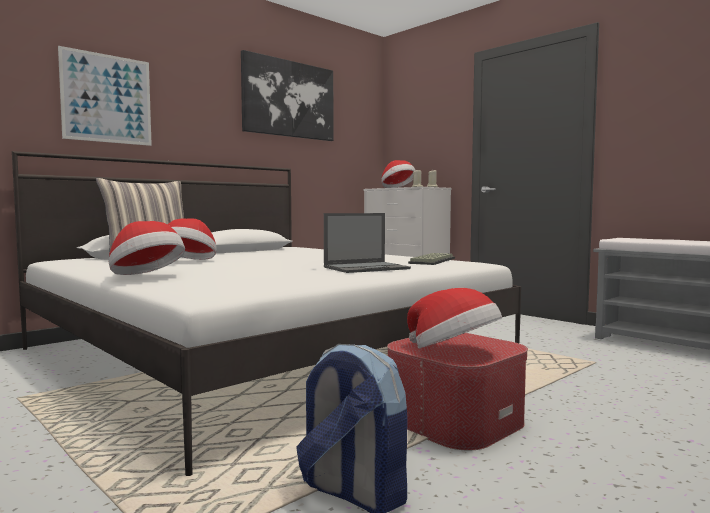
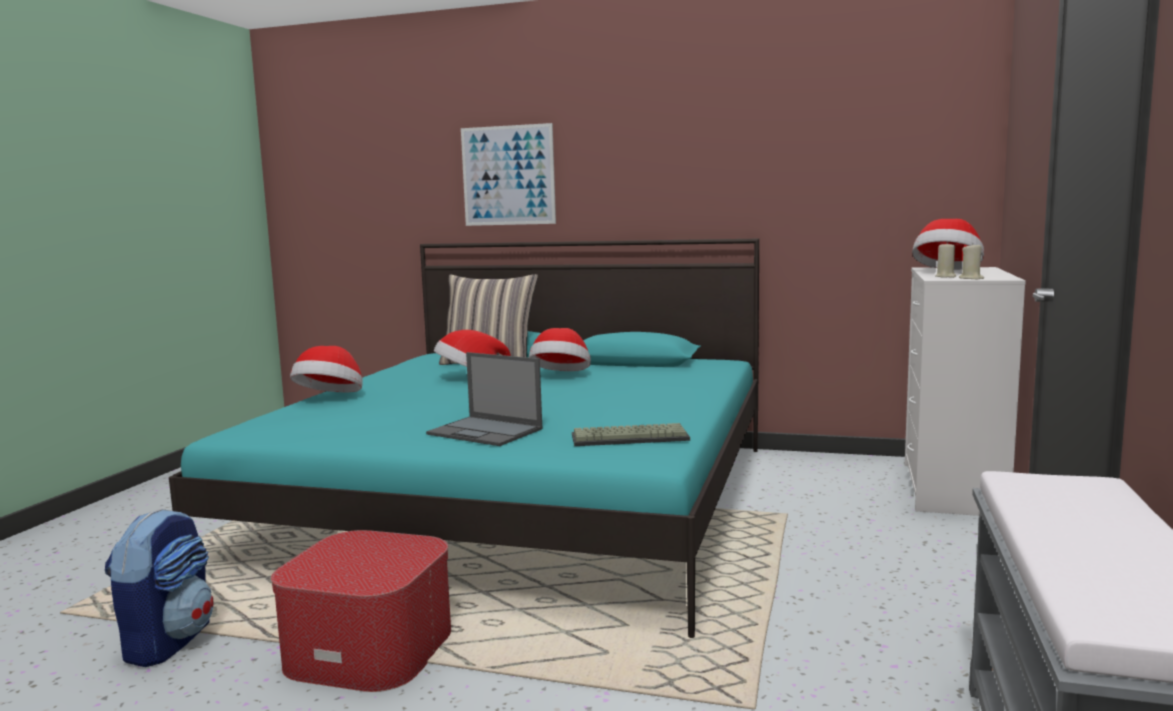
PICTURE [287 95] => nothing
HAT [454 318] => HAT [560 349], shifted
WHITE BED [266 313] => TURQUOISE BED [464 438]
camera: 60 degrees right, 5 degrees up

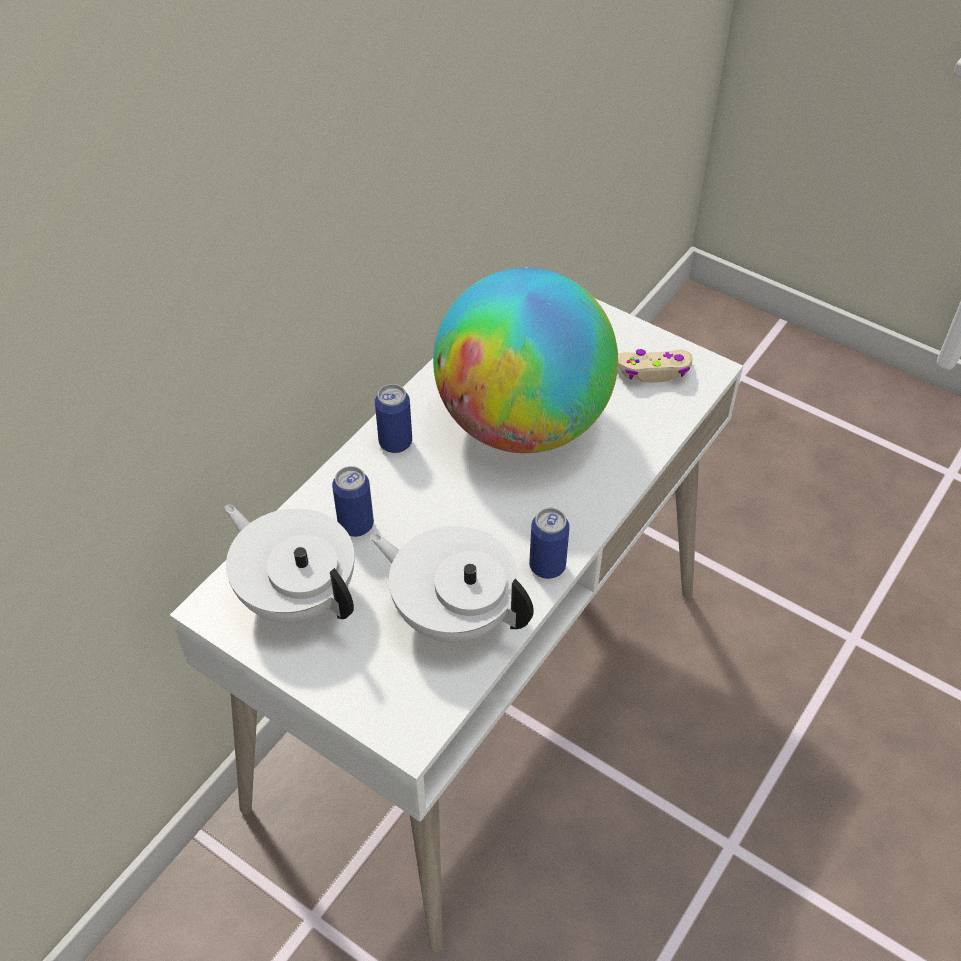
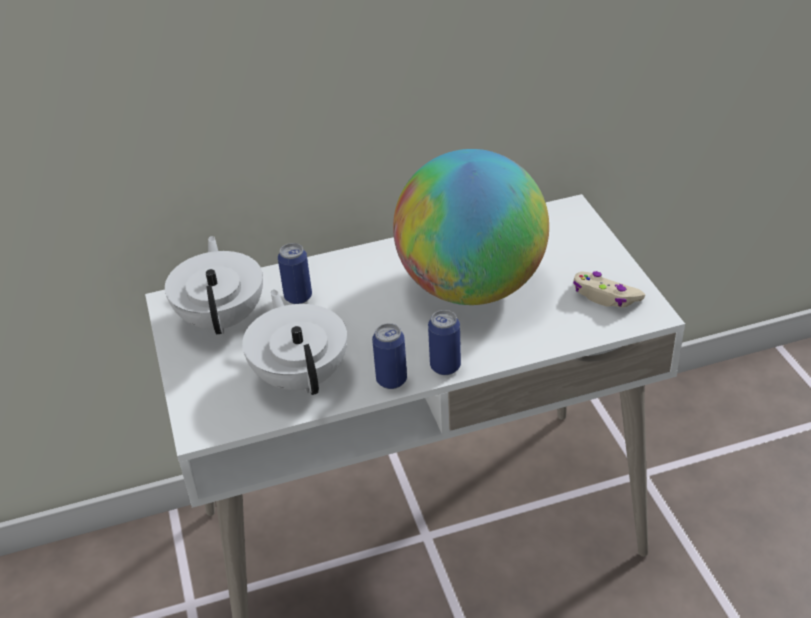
CAN [393 418] => CAN [444 342], shifted
camera: 40 degrees right, 10 degrees down

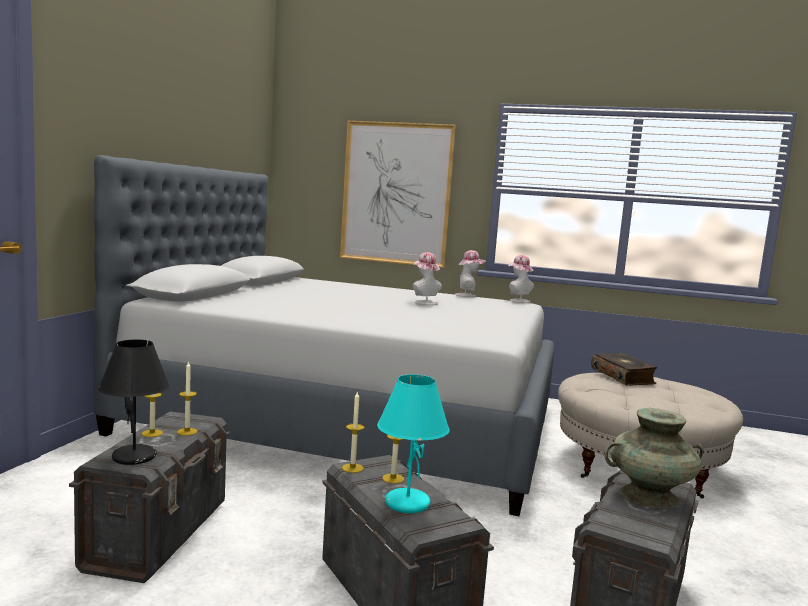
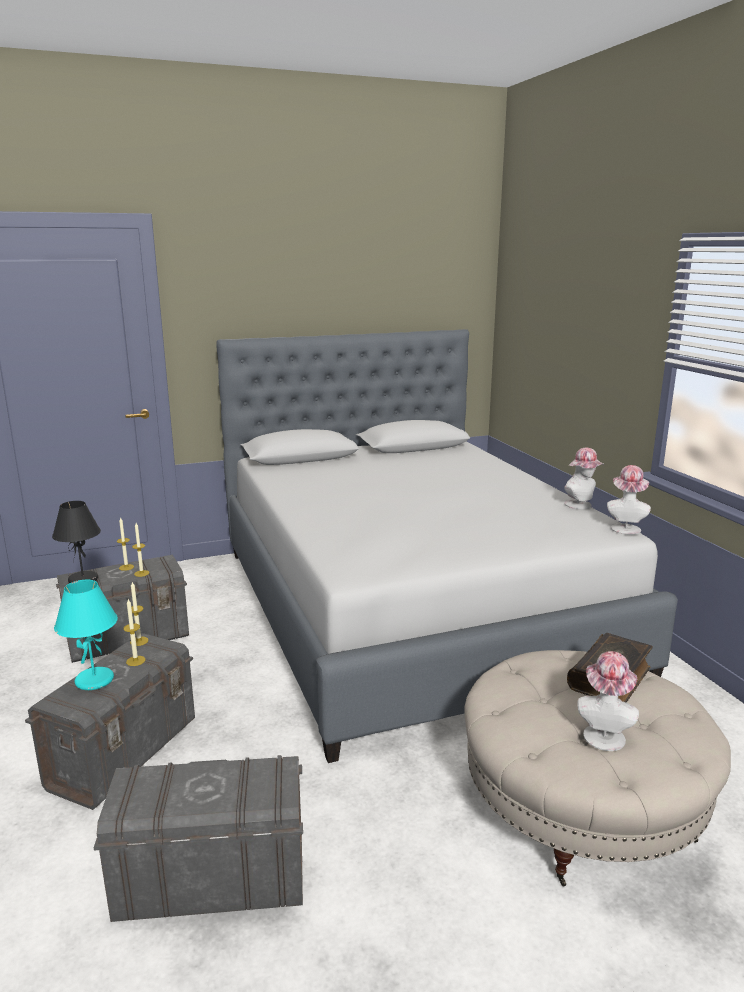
PICTURE [398 194] => nothing
TURQUOISE VASE [654 458] => nothing
HAT [427 278] => HAT [608 701], shifted
camera: 55 degrees right, 10 degrees up

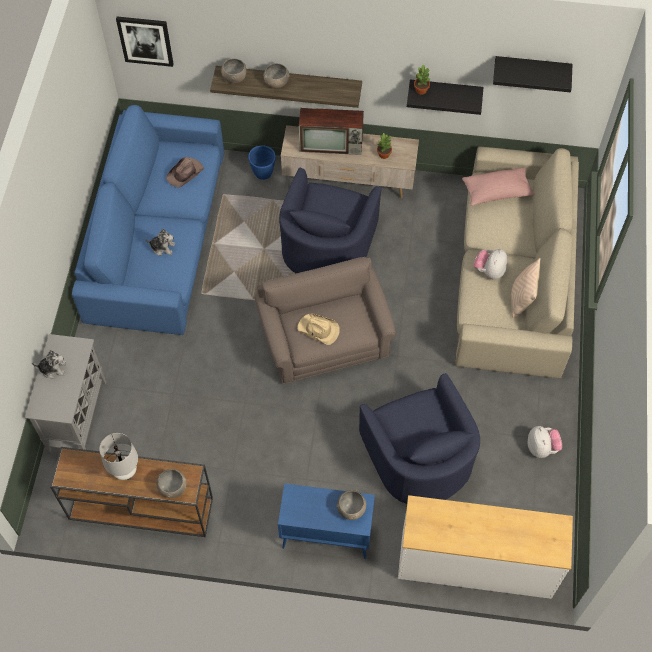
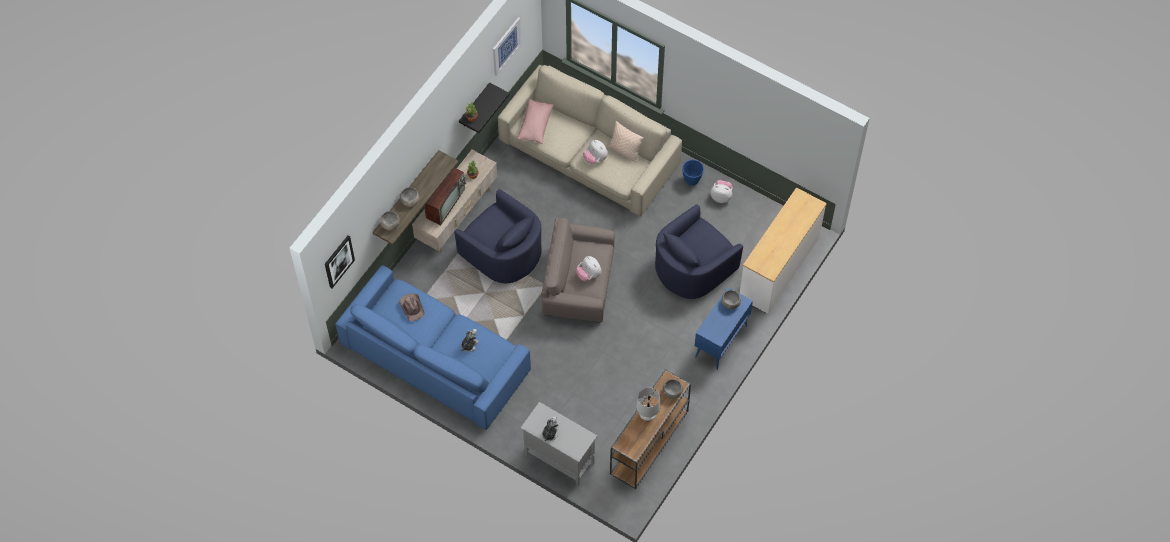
BLUE PLANTER [262 162] => BLUE PLANTER [693 172], shifted
BEIGE HAT [318 329] => PLUSH TOY [589 268]
BLACK SHELF [533 74] => PICTURE [507 46]
BLUE ARMCHAIR [419 438] => BLUE ARMCHAIR [699 251], 135 degrees clockwise
camera: 65 degrees left, 0 degrees up

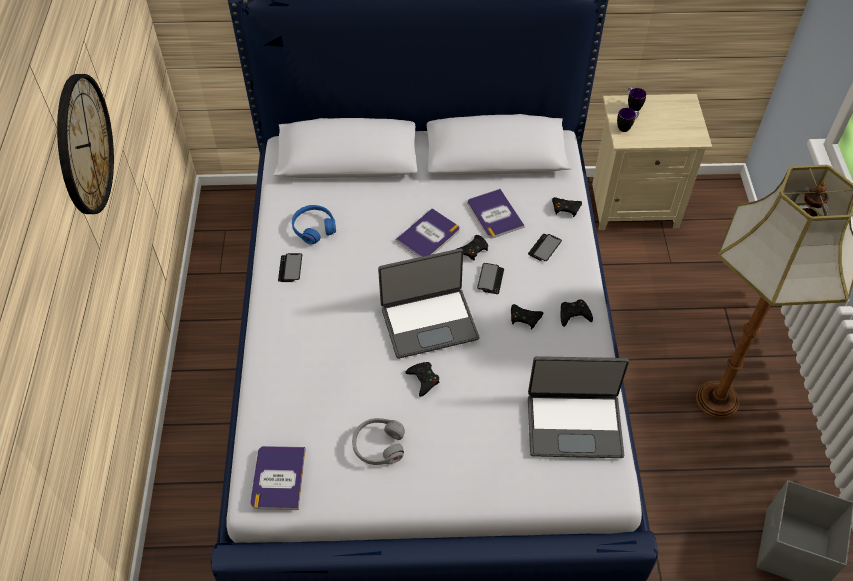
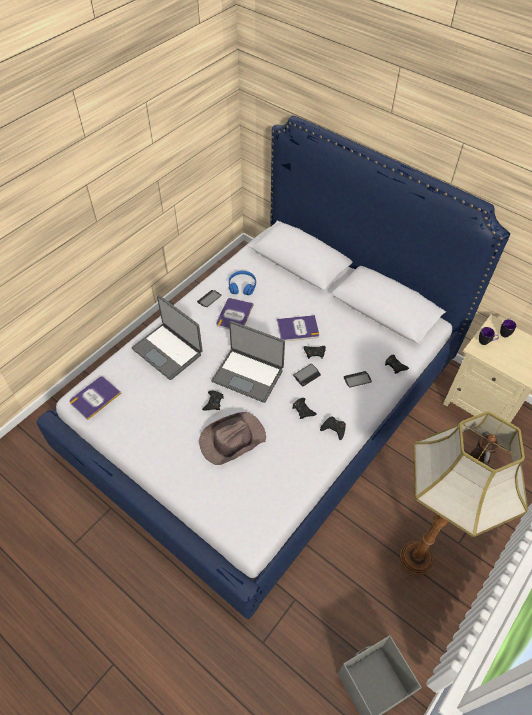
WALL CLOCK [85 144] => nothing
GREY HEADPHONES [378 441] => nothing
nothing => BROWN HAT [232 438]
BOOK [496 214] => BOOK [235 314], shifted
LAPTOP [578 407] => LAPTOP [167 337], shifted
camera: 40 degrees right, 0 degrees up

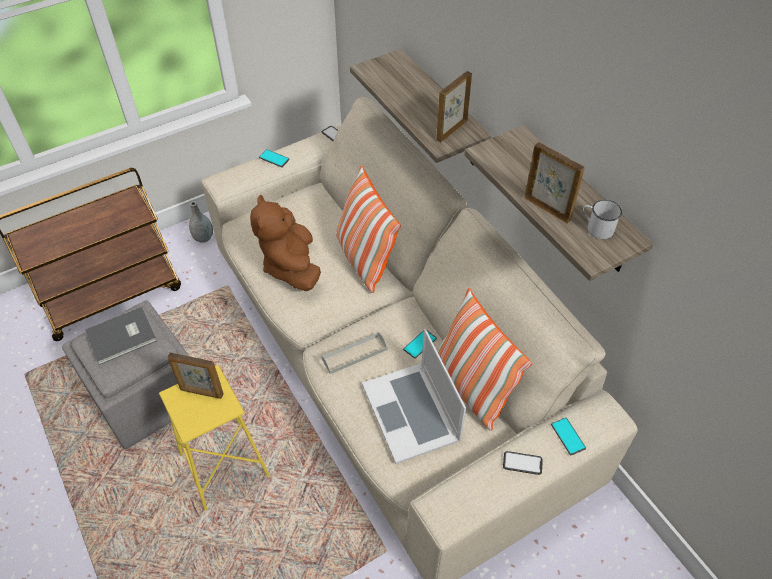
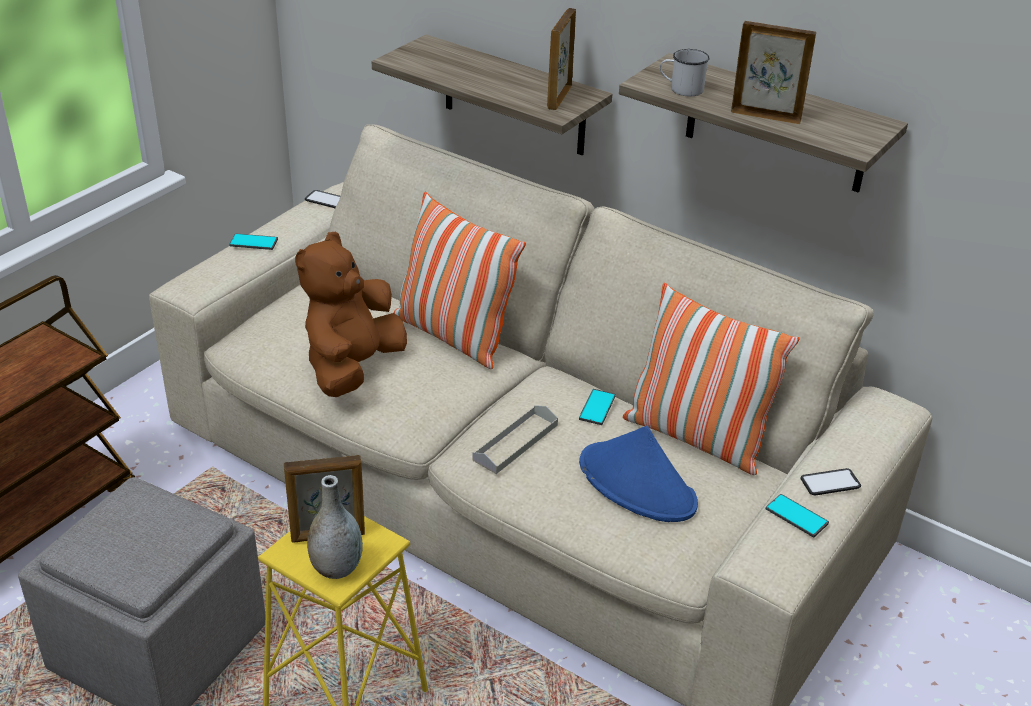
GREY BOOK [121 336] => nothing
GREY VASE [201 222] => GREY VASE [335 527], shifted
PHONE [568 437] => PHONE [797 515], shifted
WHITE MUG [602 219] => WHITE MUG [685 72], shifted
LAPTOP [414 396] => BLUE HAT [638 474]
BROWN PLUSH TOY [285 243] => BROWN PLUSH TOY [351 314], 60 degrees clockwise
camera: 25 degrees left, 15 degrees down

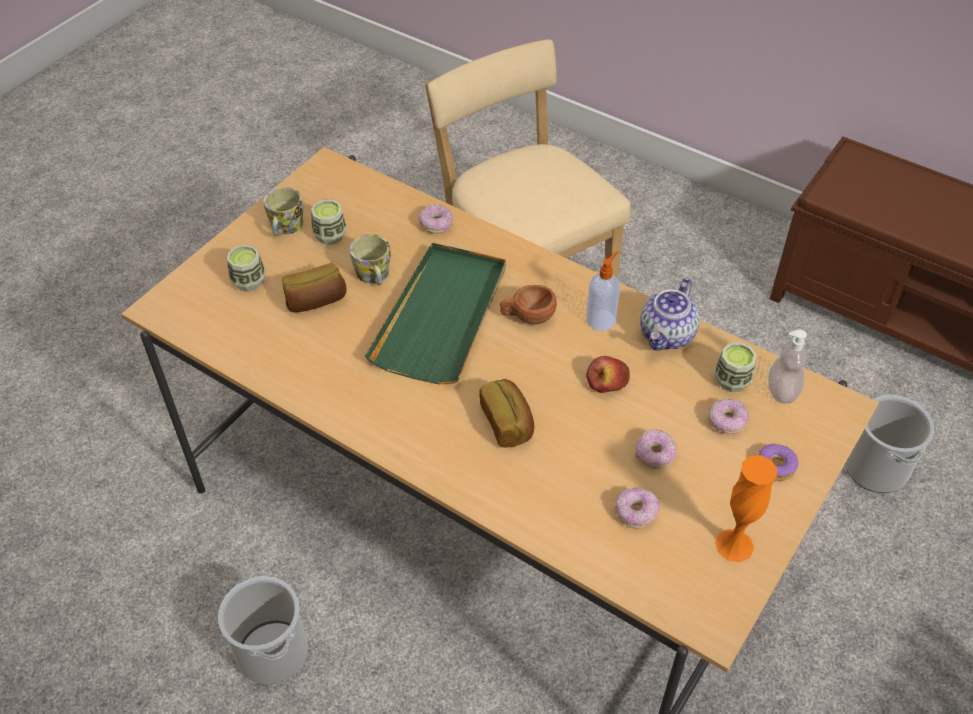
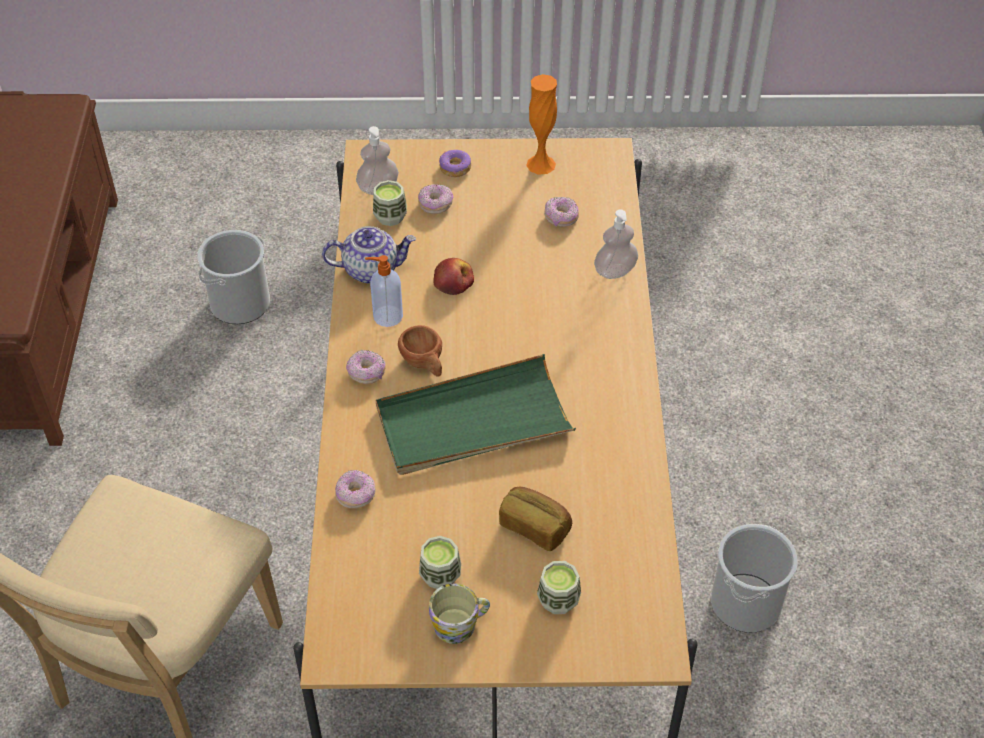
MUG [370 259] => nothing
BREAD [506 413] => nothing
nothing => SOAP DISPENSER [616 244]
DONUT [656 449] => DONUT [366 367], shifted
camera: 125 degrees left, 0 degrees up

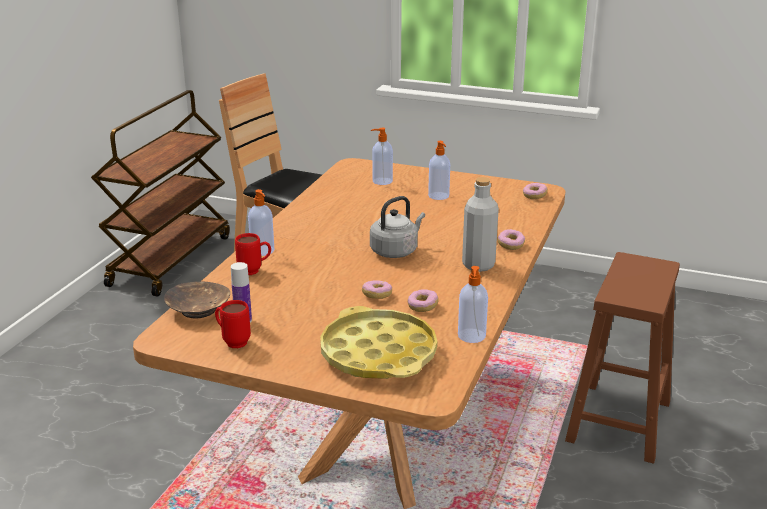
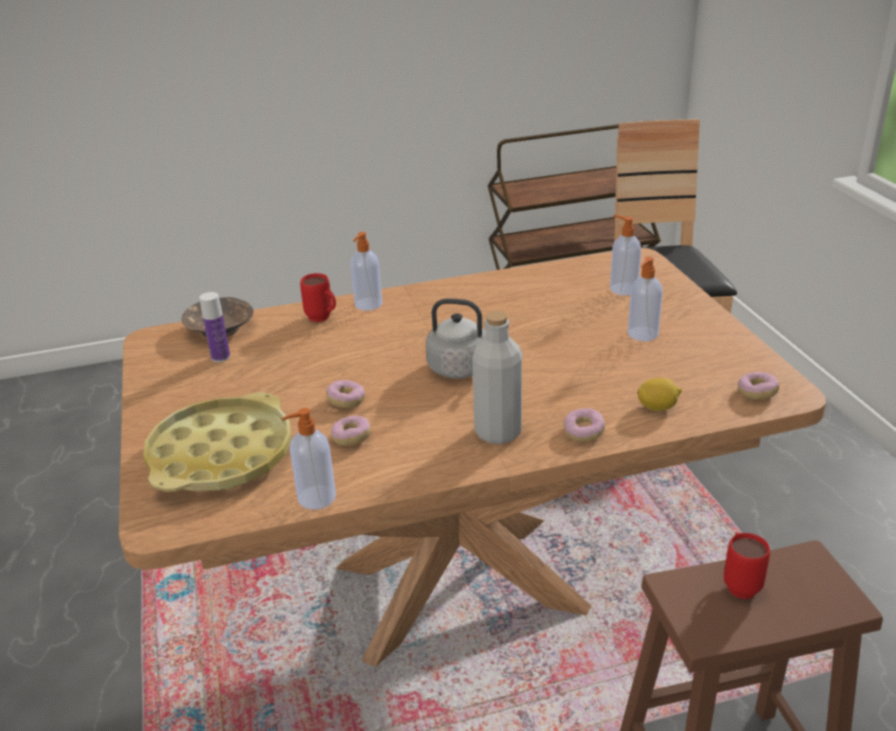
nothing => LEMON [659 394]
RED MUG [233 324] => RED MUG [747 566], shifted
camera: 55 degrees right, 5 degrees up

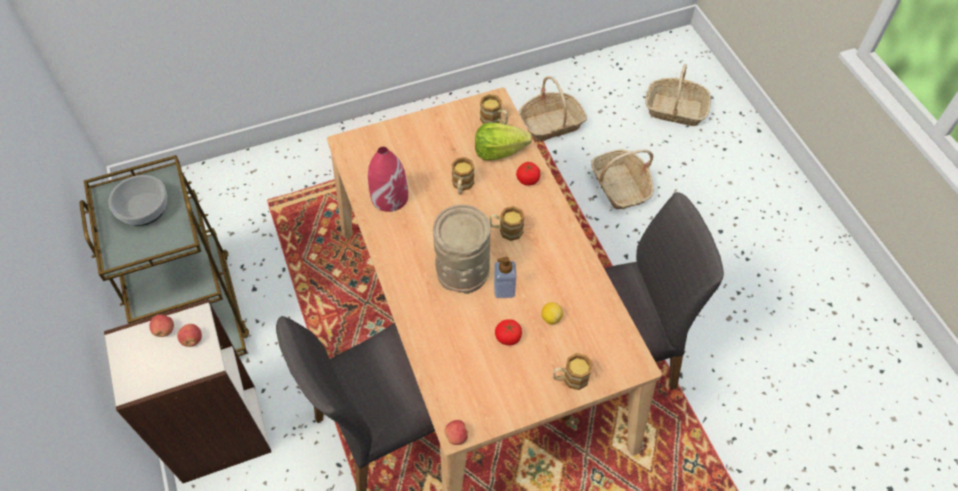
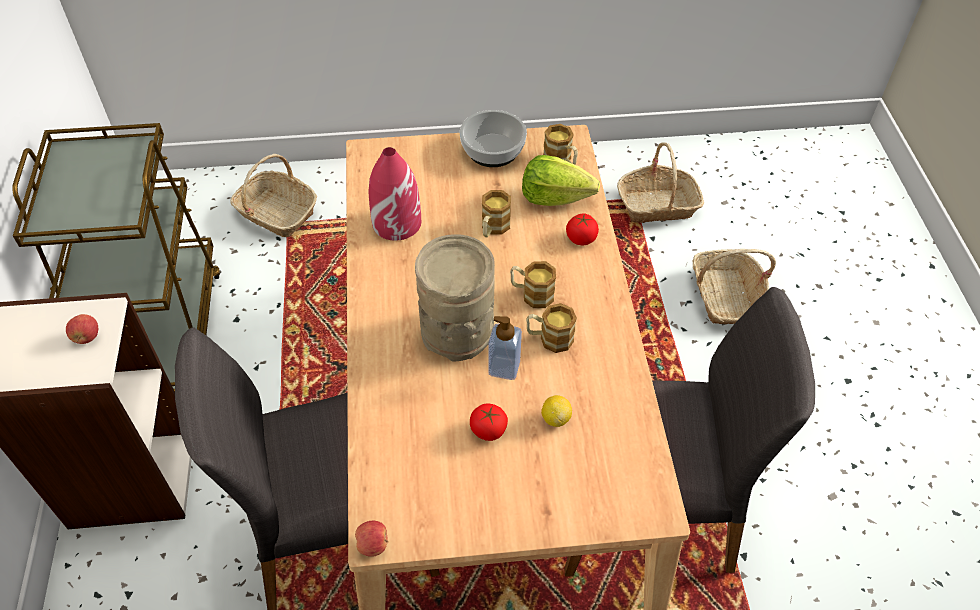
APPLE [161 326] => nothing
BOWL [137 200] => BOWL [493 138], shifted
MUG [573 371] => MUG [551 328], shifted
BASKET [678 95] => BASKET [273 195], shifted
camera: 15 degrees right, 5 degrees down

